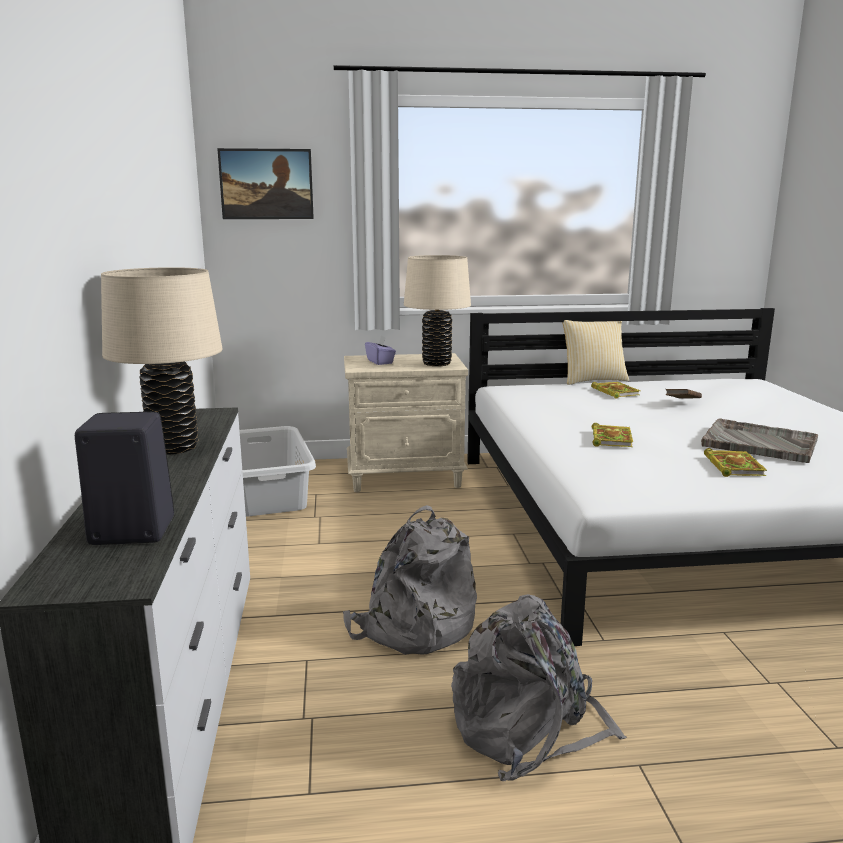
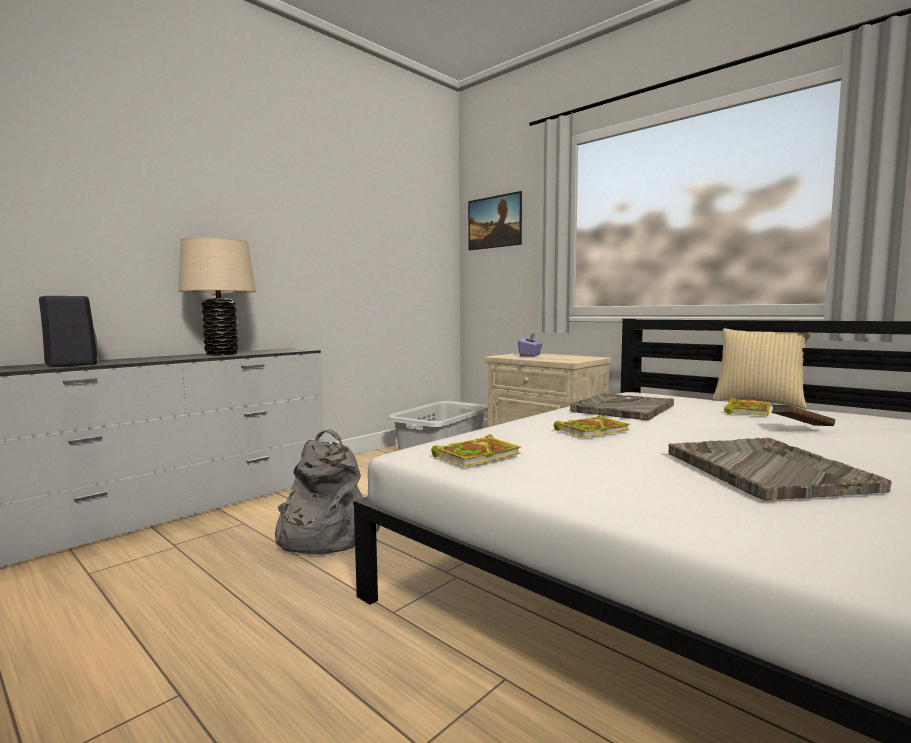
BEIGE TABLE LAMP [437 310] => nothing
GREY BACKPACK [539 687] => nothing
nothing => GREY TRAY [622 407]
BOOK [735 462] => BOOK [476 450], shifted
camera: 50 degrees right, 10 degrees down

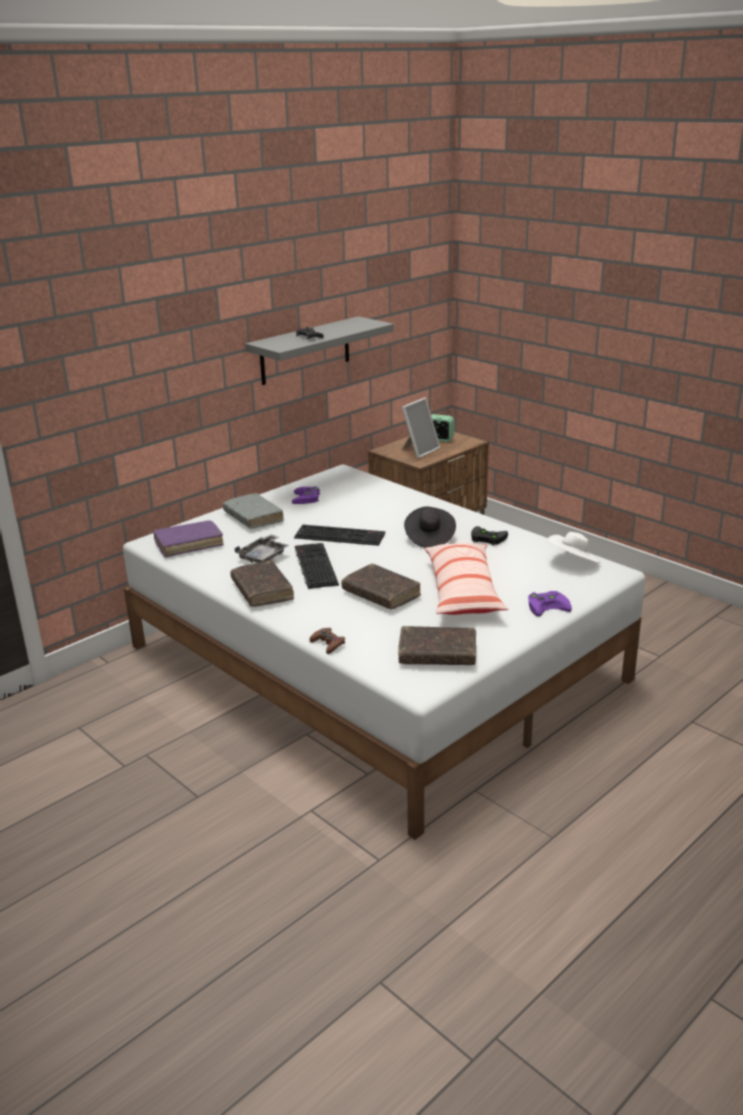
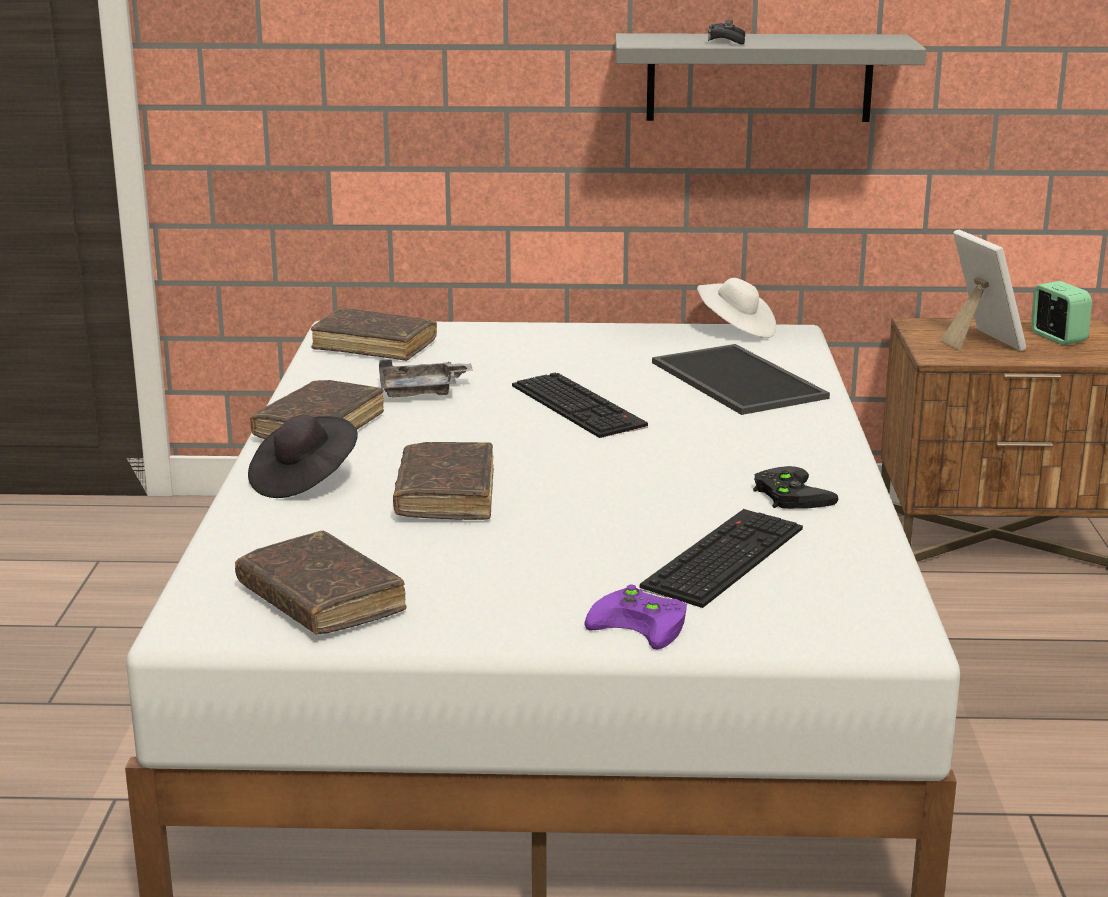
GREY BOOK [253 511] => nothing
PURPLE GAME CONTROLLER [306 495] => nothing
BROWN GAME CONTROLLER [327 641] => nothing
PILLOW [466 579] => nothing
nothing => TRAY [741 379]
KEYBOARD [317 566] => KEYBOARD [721 558], shifted
BLACK HAT [430 527] => BLACK HAT [303 456], shifted
WHITE HAT [573 547] => WHITE HAT [736 308], shifted
PURPLE BOOK [188 538] => BROWN BOOK [374 334]
PICTURE FRAME [421 428] => PICTURE FRAME [983 290], 105 degrees counterclockwise
camera: 45 degrees right, 5 degrees down

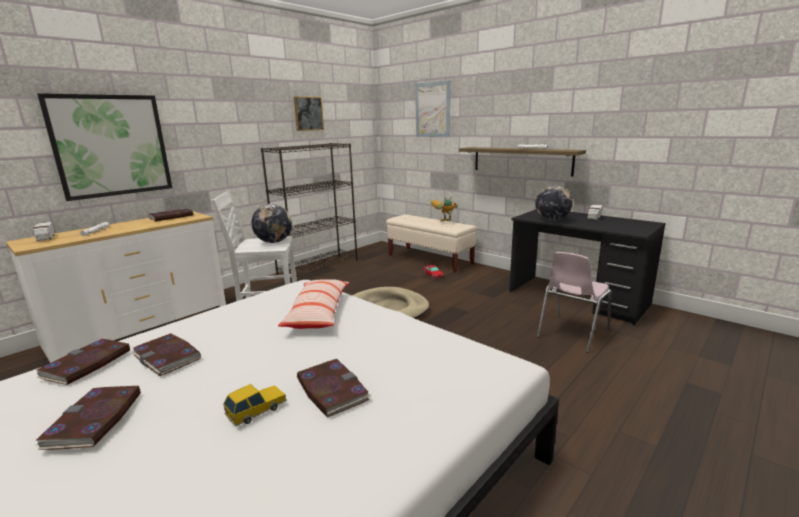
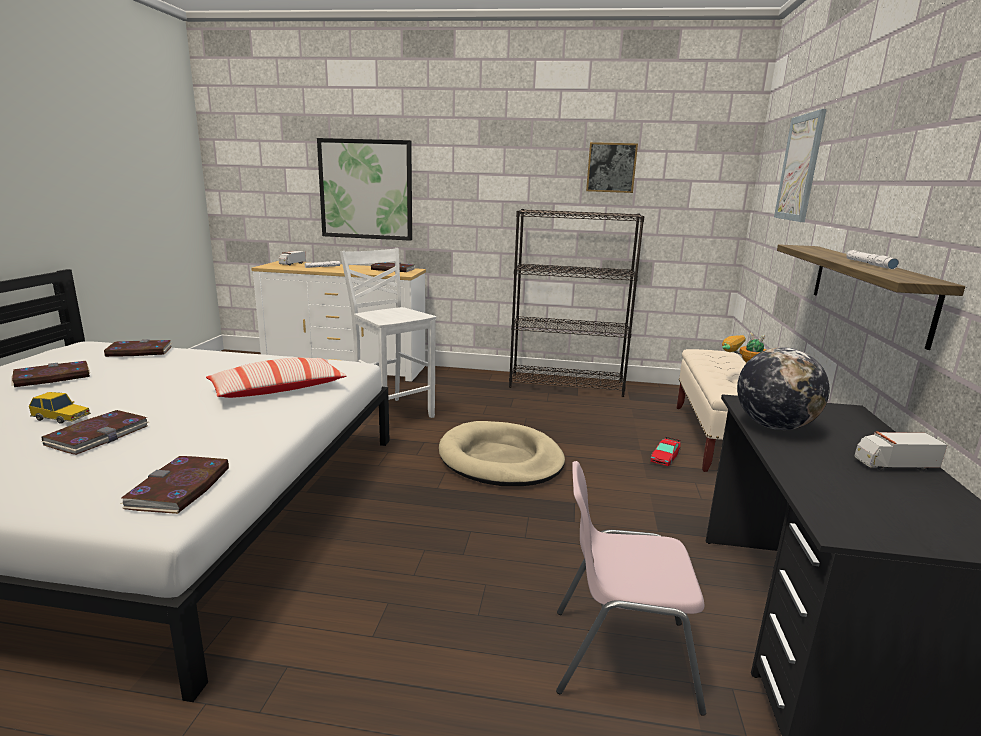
GLOBE [271 223] => nothing
BOOK [166 354] => BOOK [175 485], shifted
camera: 55 degrees right, 0 degrees up

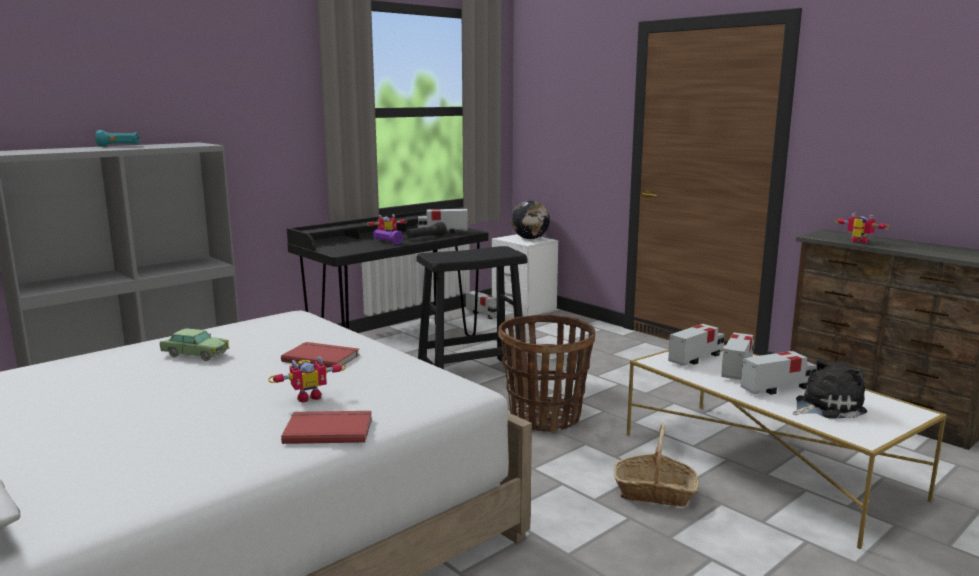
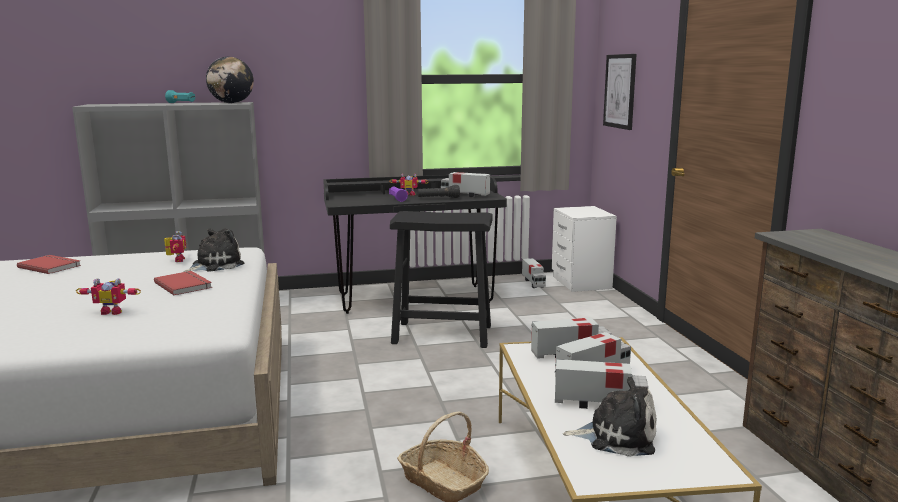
TOY CAR [195 344] => nothing
BASKET [546 373] => nothing
nothing => PLUSH TOY [214 250]
nothing => PICTURE [620 92]
RED BOOK [326 427] => RED BOOK [49 264], shifted
GLOBE [530 219] => GLOBE [230 80], shifted
TOY ROBOT [862 227] => TOY ROBOT [175 246], shifted
camera: 30 degrees right, 0 degrees up

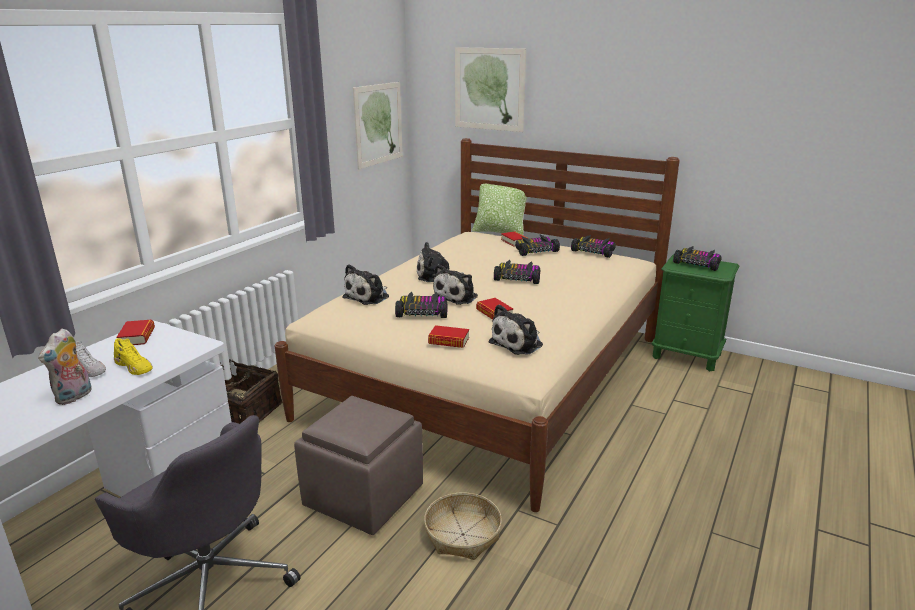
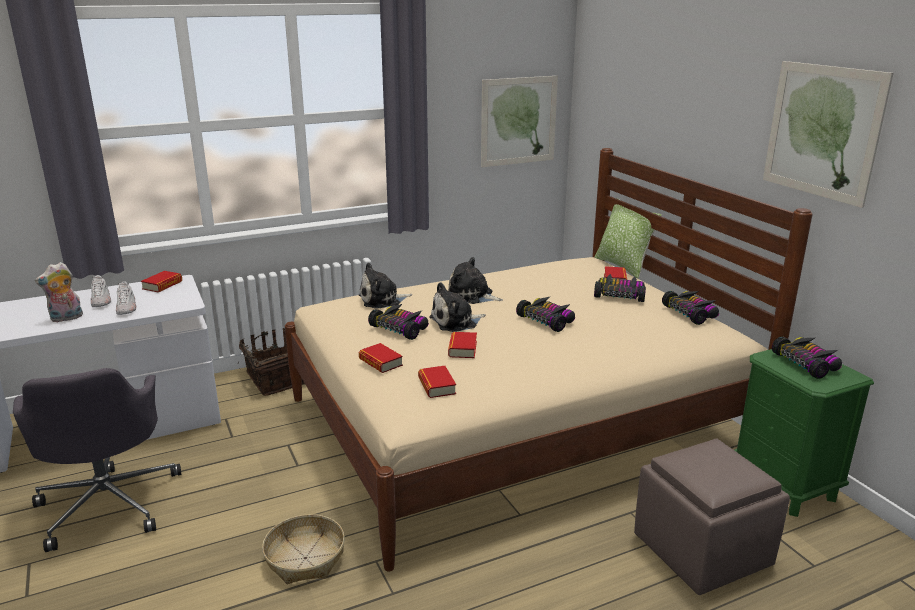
BROWN OTTOMAN [358 465] => BROWN OTTOMAN [712 517], shifted
PICTURE [490 89] => PICTURE [828 134], shifted
PLUSH TOY [516 329] => BOOK [437 382]
YELLOW SHOE [133 356] => WHITE SHOE [126 298]
camera: 35 degrees right, 0 degrees up

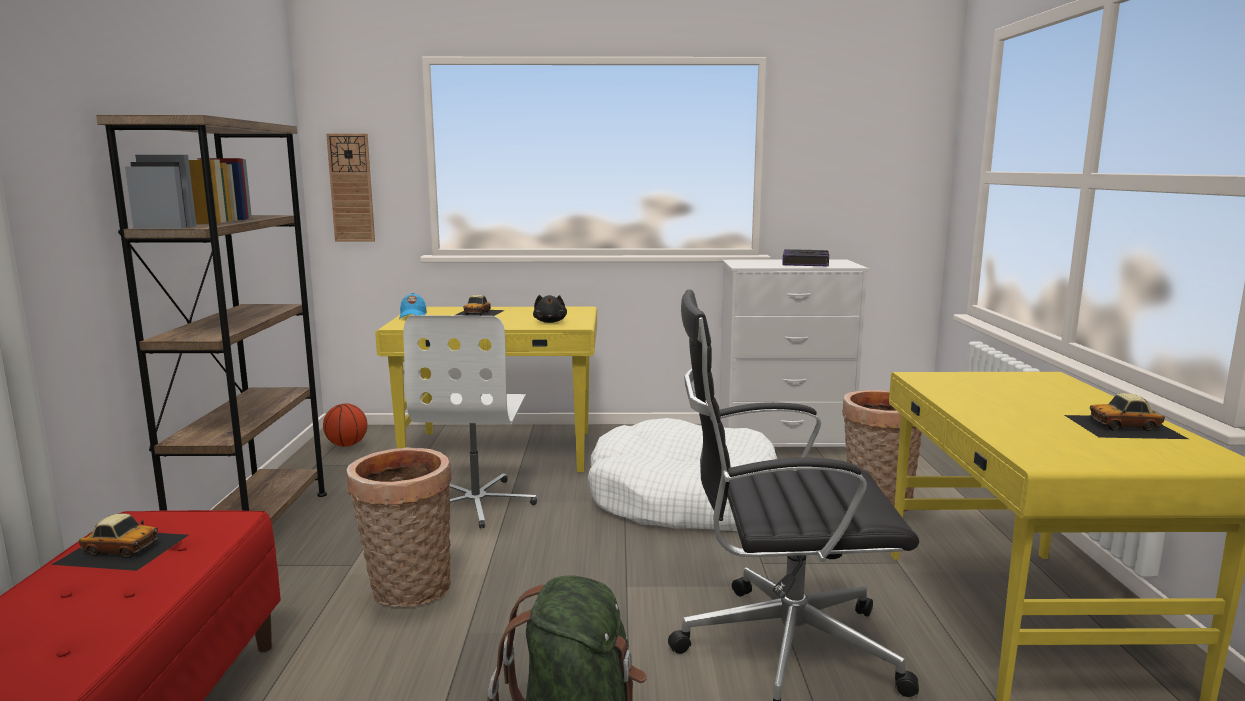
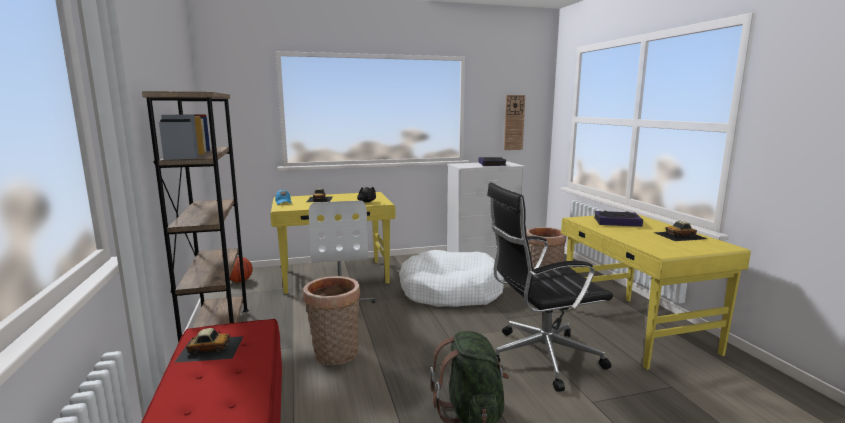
nothing => BOOK [618 219]
WALL CLOCK [350 188] => WALL CLOCK [514 122], shifted
camera: 15 degrees left, 0 degrees up

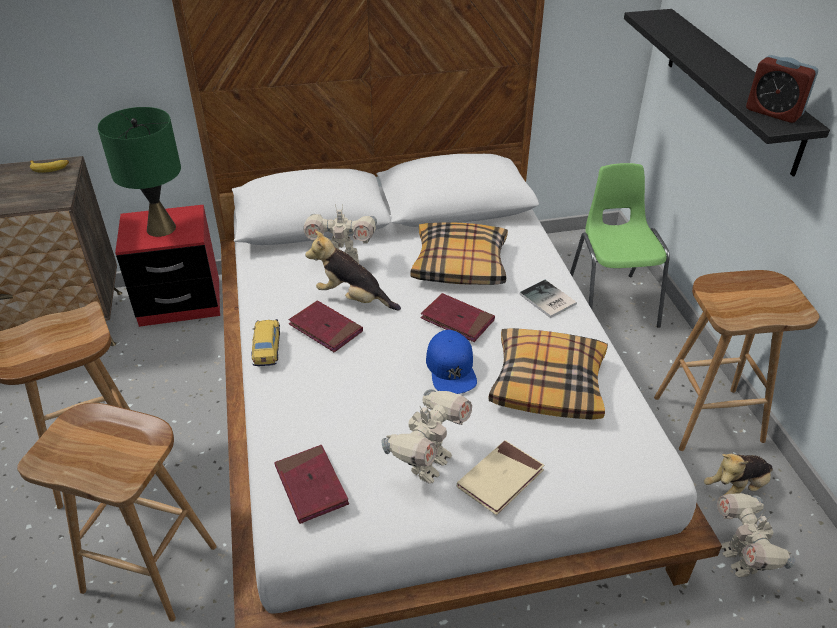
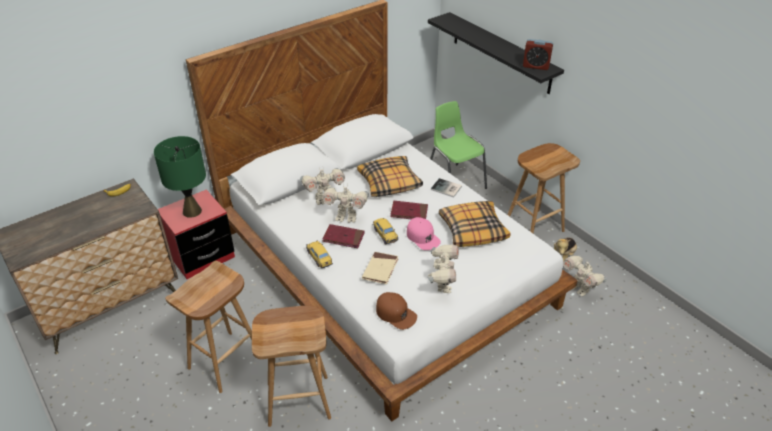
nothing => TOY CAR [386 231]
BEIGE BOOK [500 477] => BEIGE BOOK [380 268], shifted
RED BOOK [311 484] => BROWN CAP [396 311]
PLUSH TOY [353 270] => TOY ROBOT [346 203]
BLUE CAP [451 362] => PINK CAP [424 233]
camera: 25 degrees left, 0 degrees up

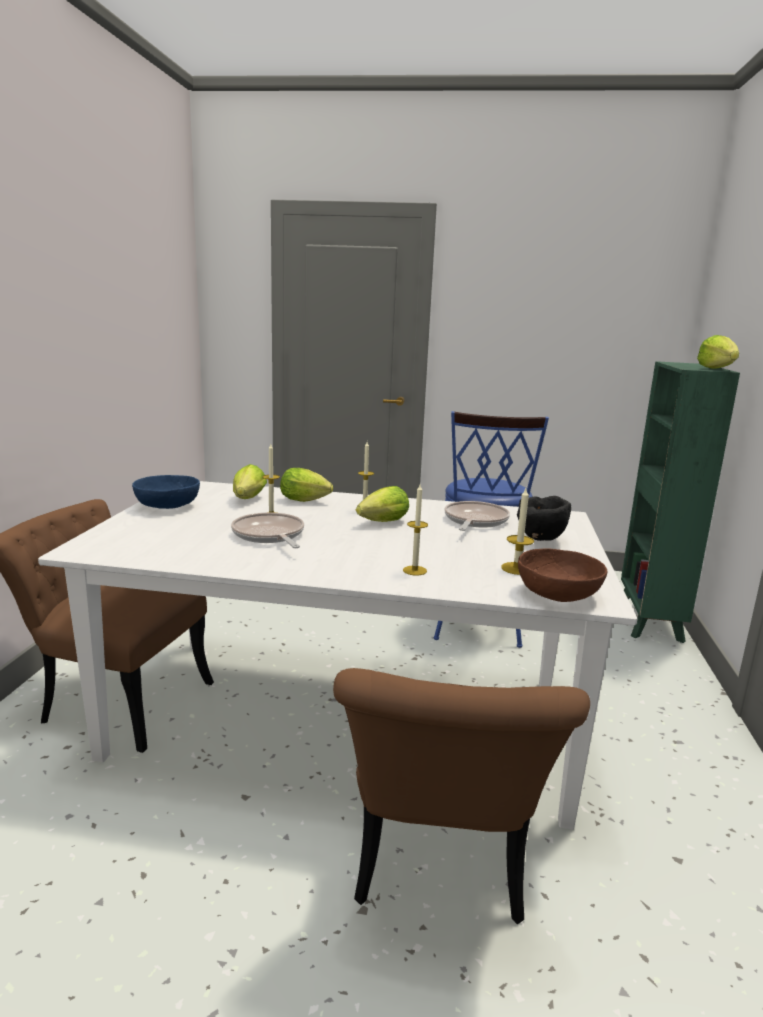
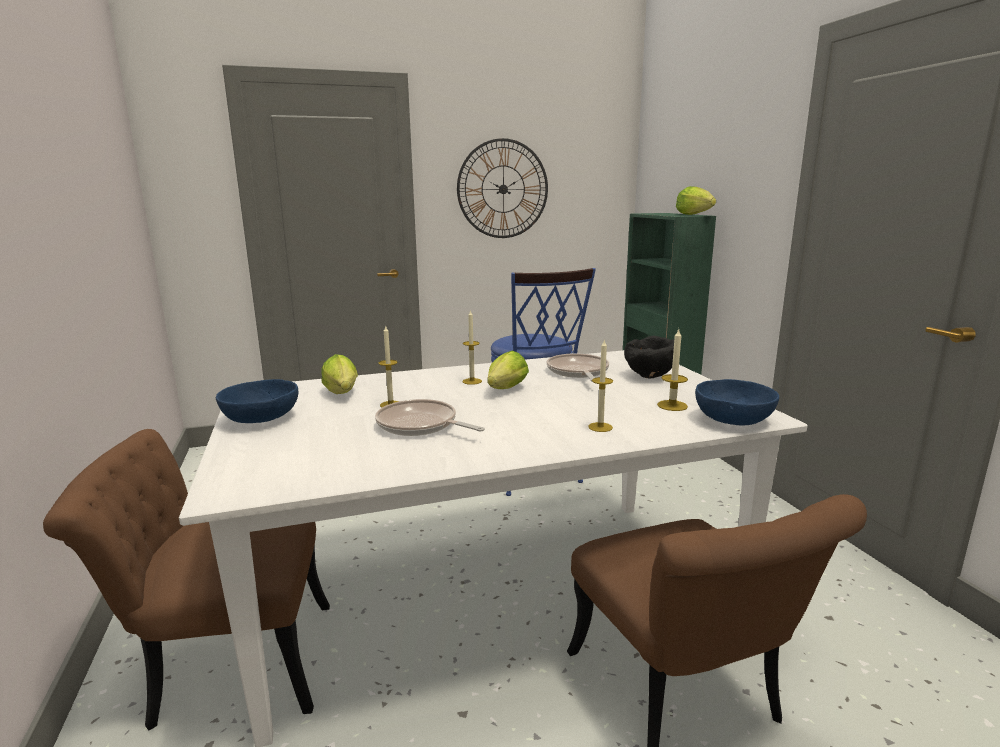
LETTUCE [306 485] => nothing
nothing => WALL CLOCK [502 188]
BROWN BOWL [562 575] => BLUE BOWL [737 402]
camera: 25 degrees left, 0 degrees up

